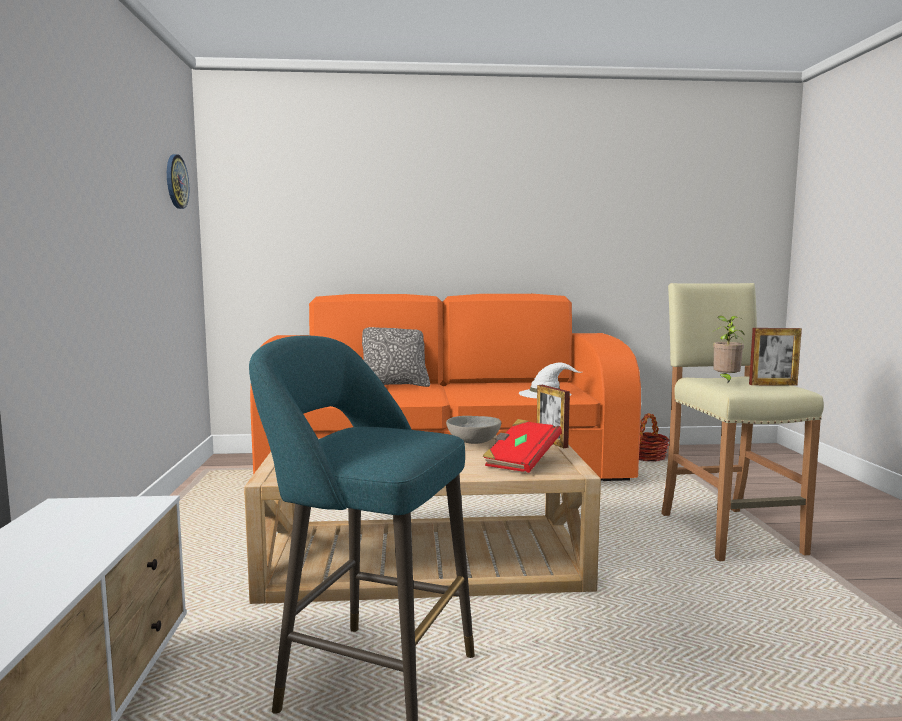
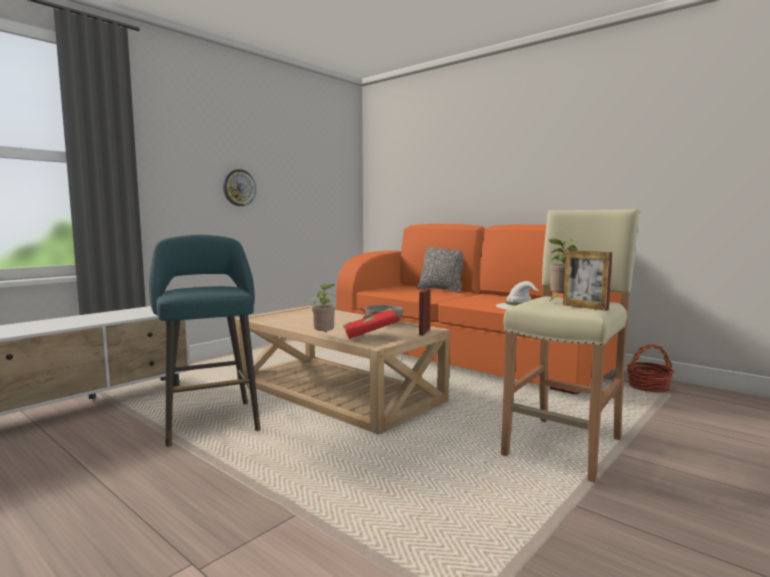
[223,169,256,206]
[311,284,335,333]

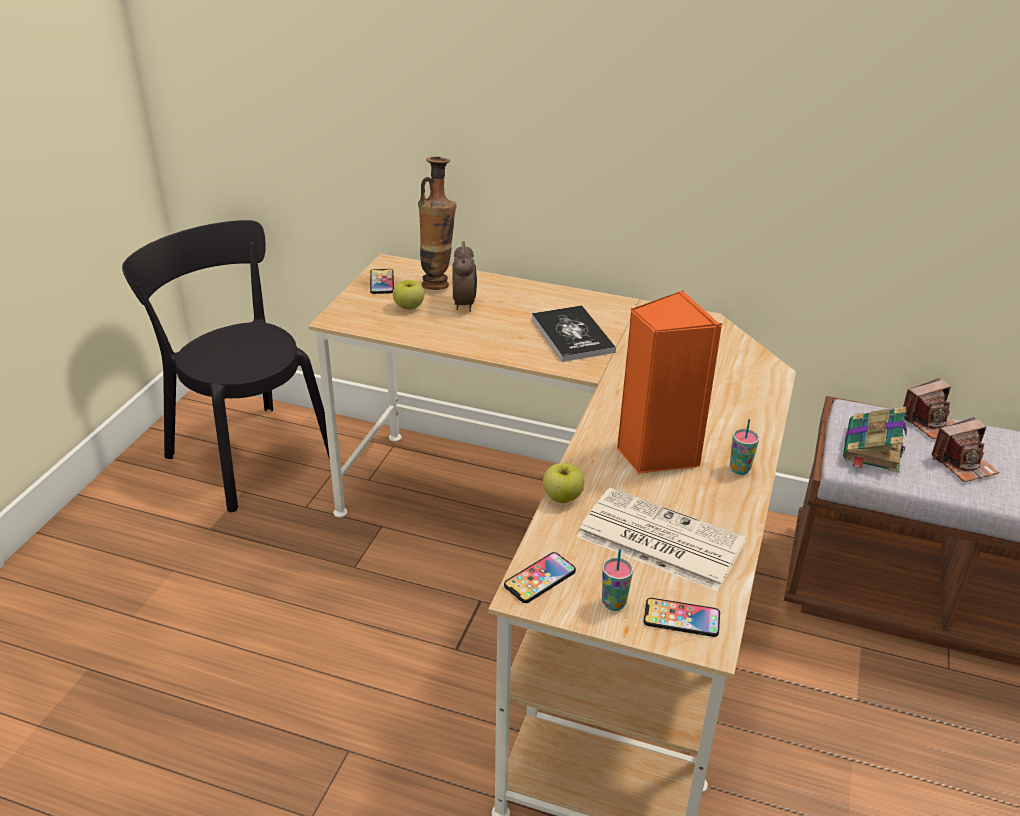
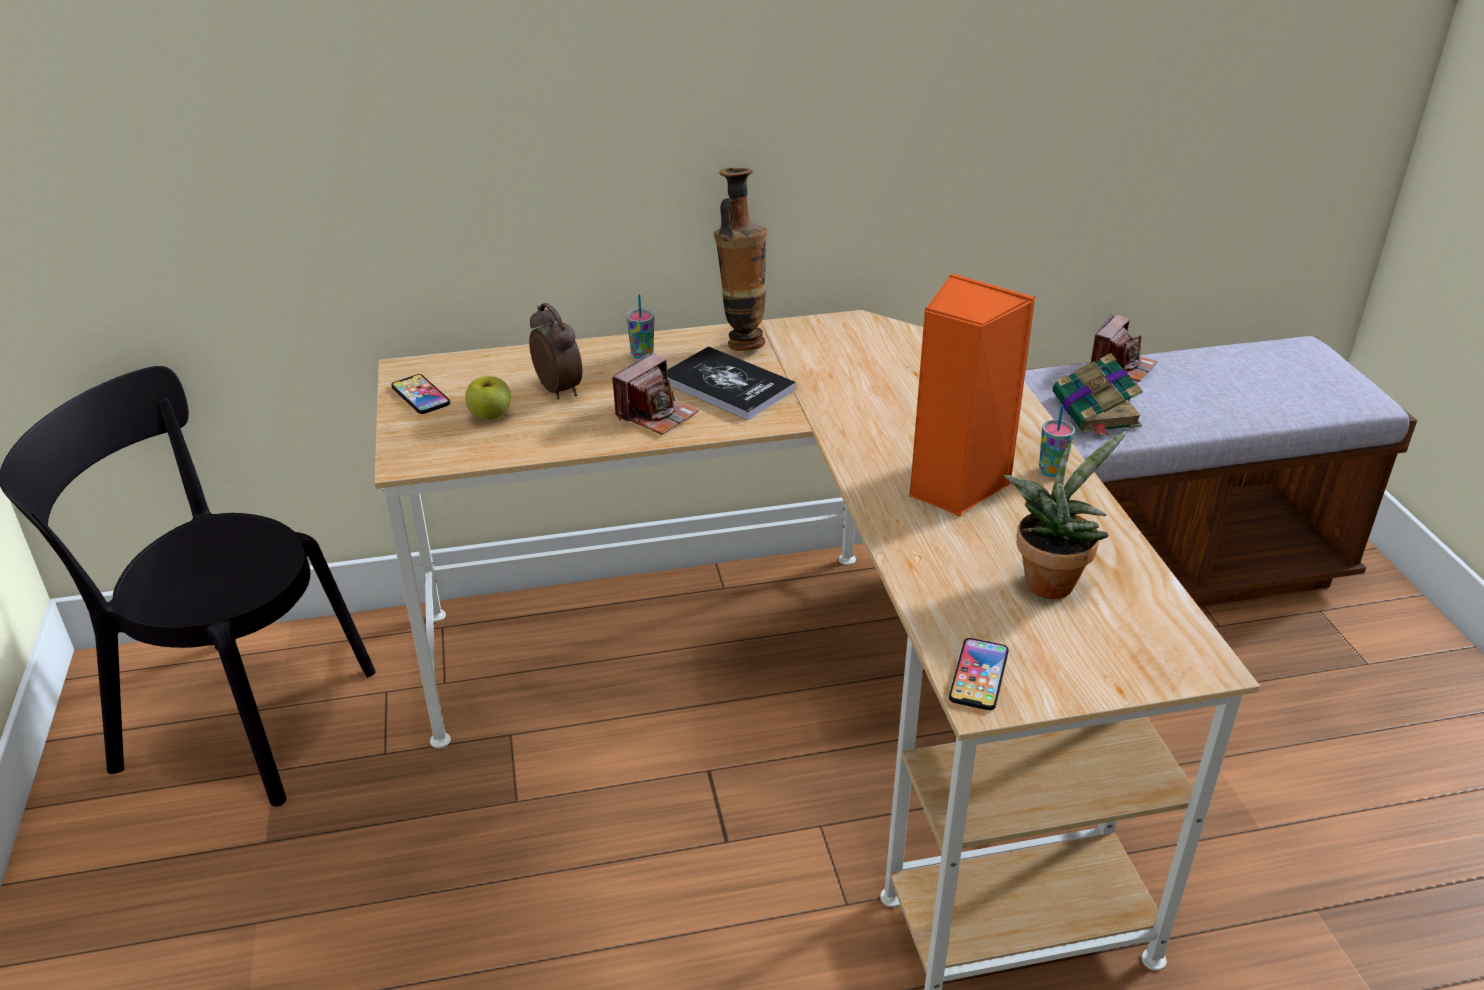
[714,167,767,351]
[612,352,699,435]
[543,463,584,503] (first image)
[1004,431,1127,599]
[626,294,654,359]
[644,598,720,637] (first image)

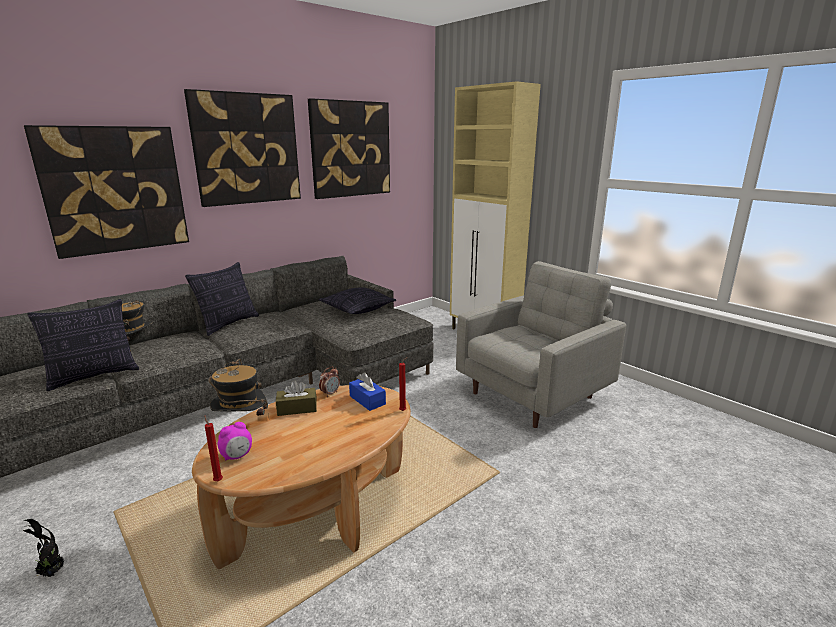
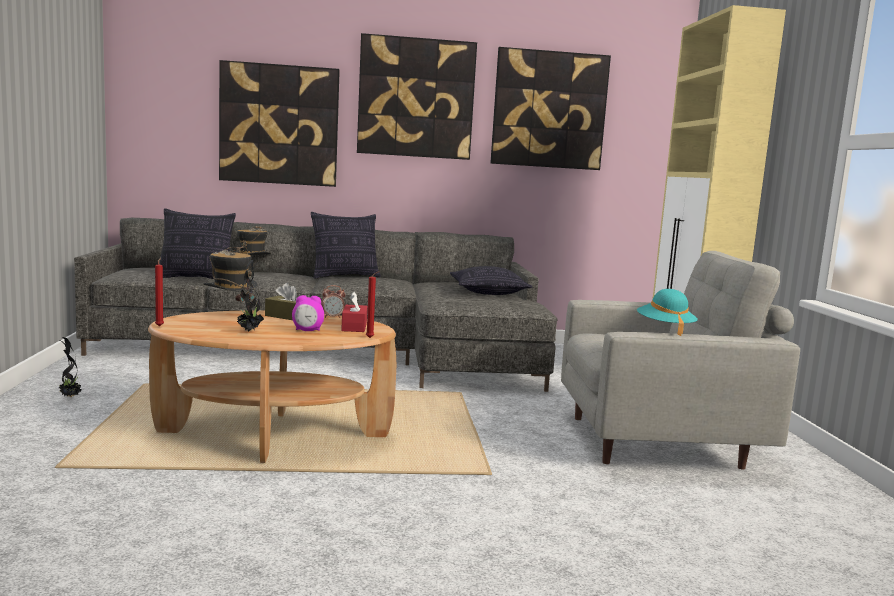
[341,291,367,332]
[292,295,324,331]
[237,260,264,332]
[637,289,698,336]

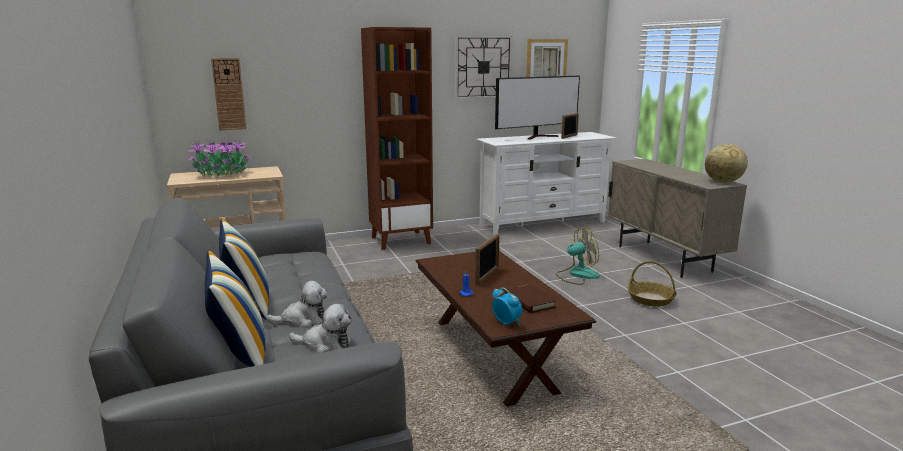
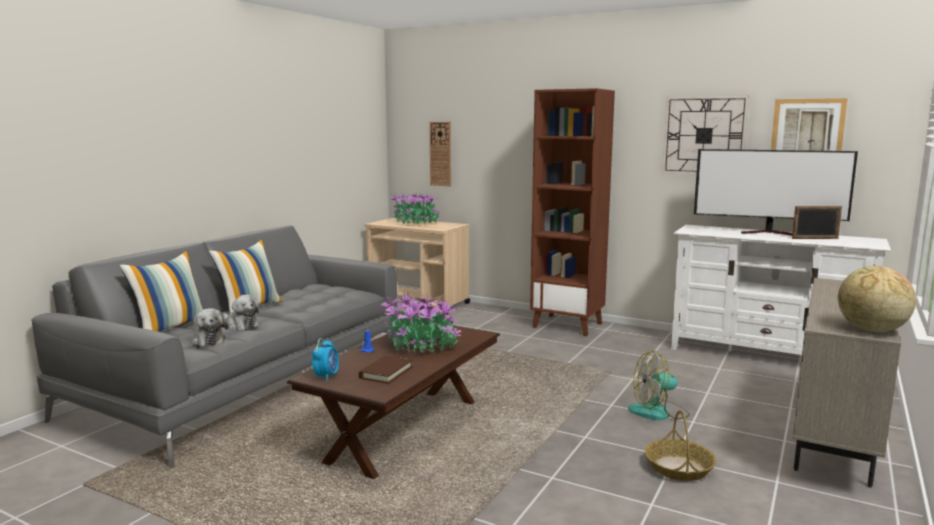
[628,350,690,421]
[381,291,461,354]

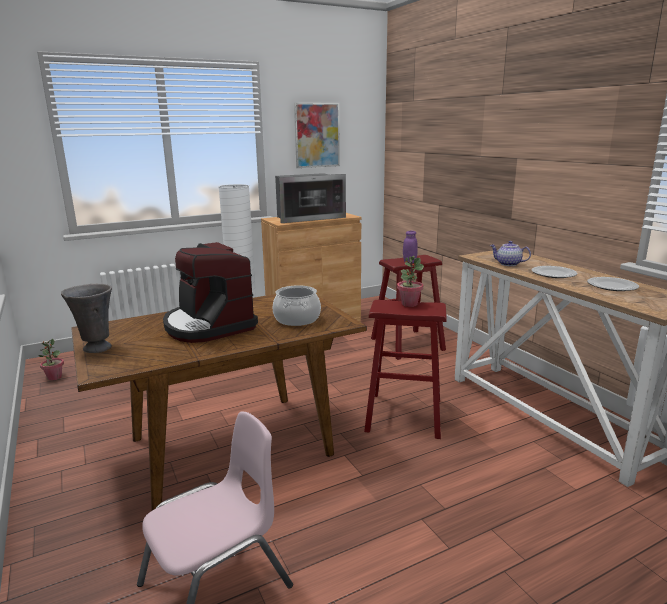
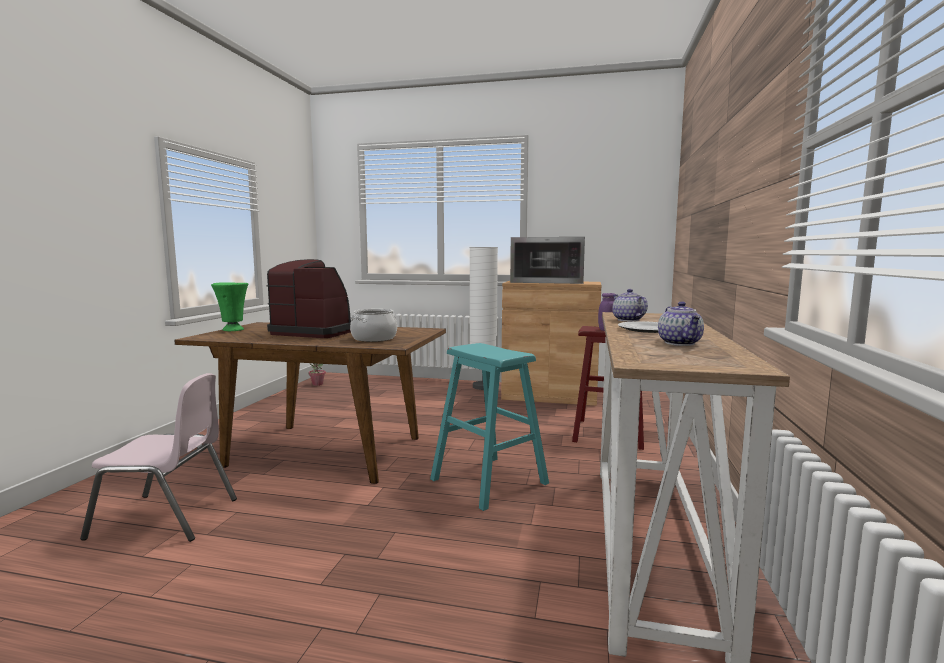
[294,103,340,168] (first image)
[267,259,351,338]
[397,256,424,307] (first image)
[658,301,704,346]
[211,283,248,331]
[430,343,549,511]

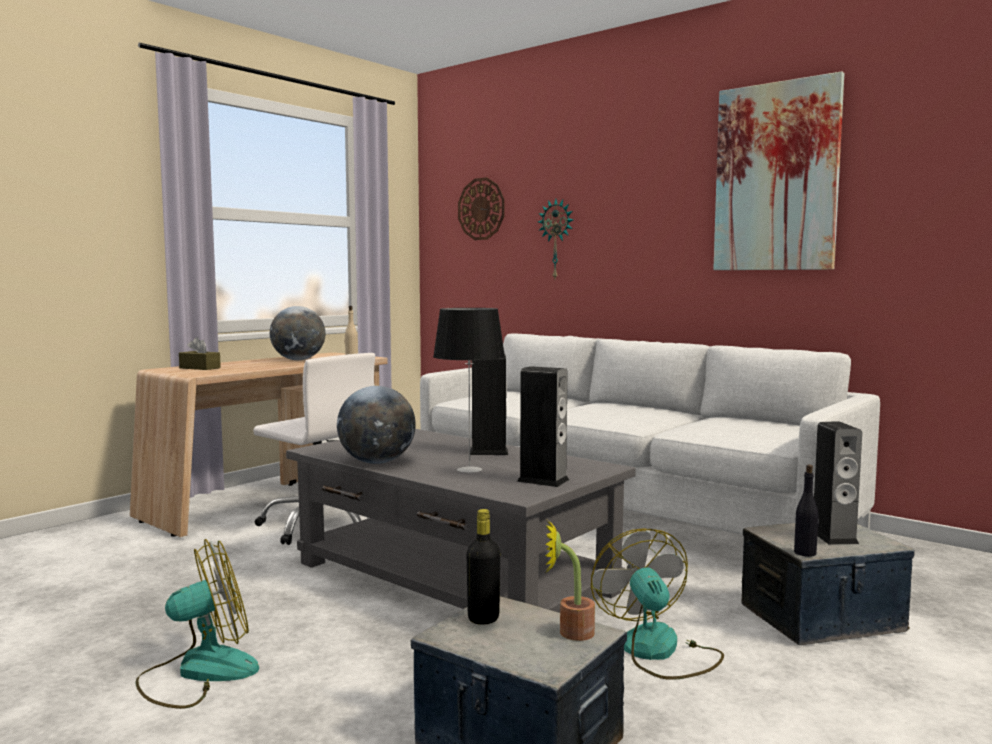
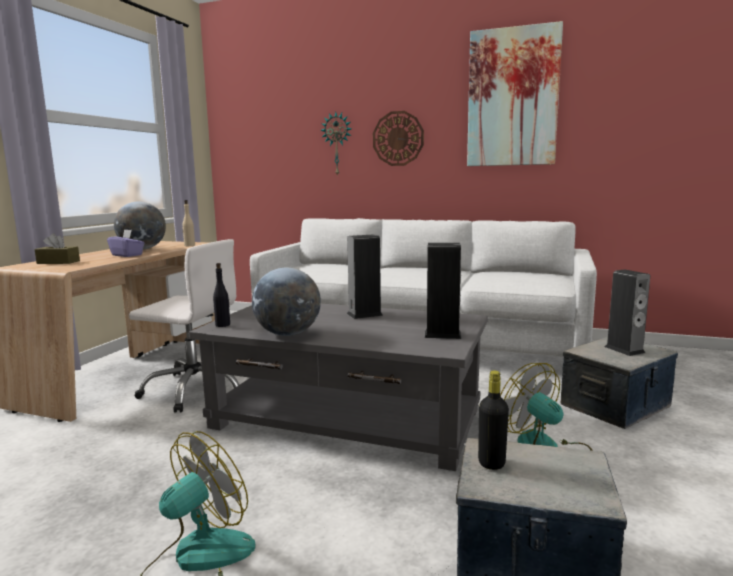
[373,111,424,166]
[433,308,505,473] (first image)
[213,263,230,327]
[545,520,595,641] (first image)
[107,229,145,257]

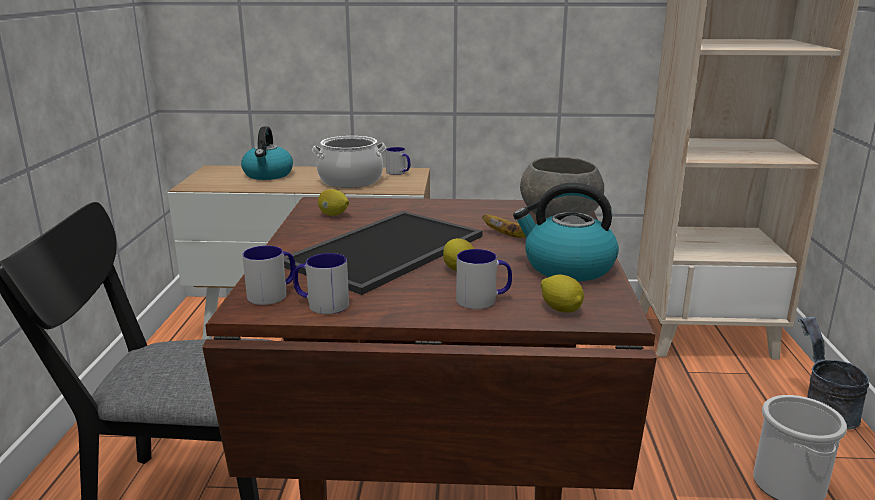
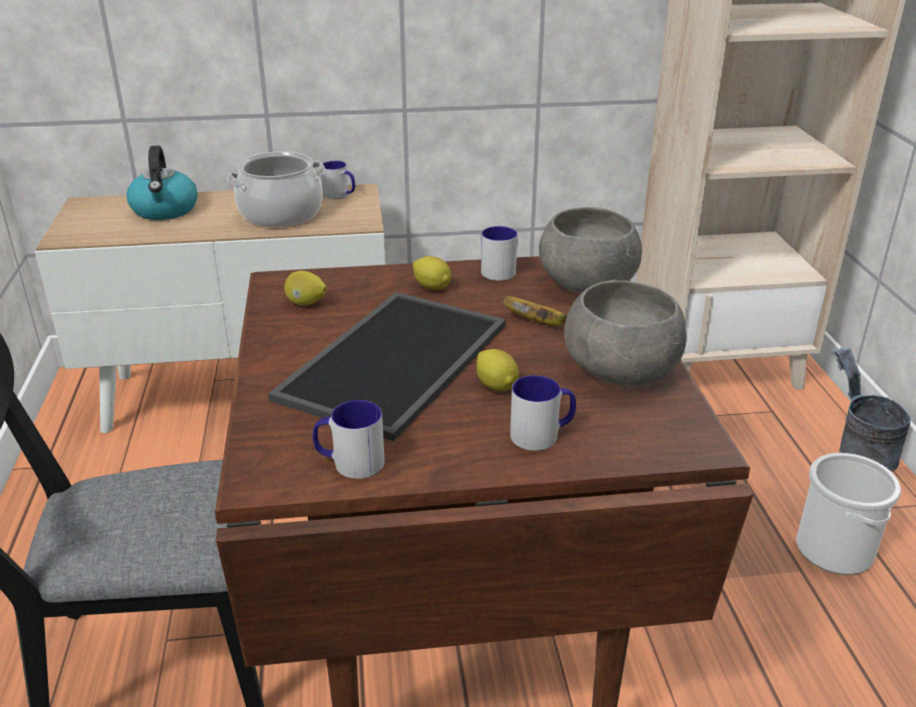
[565,280,687,386]
[481,226,518,281]
[412,256,451,290]

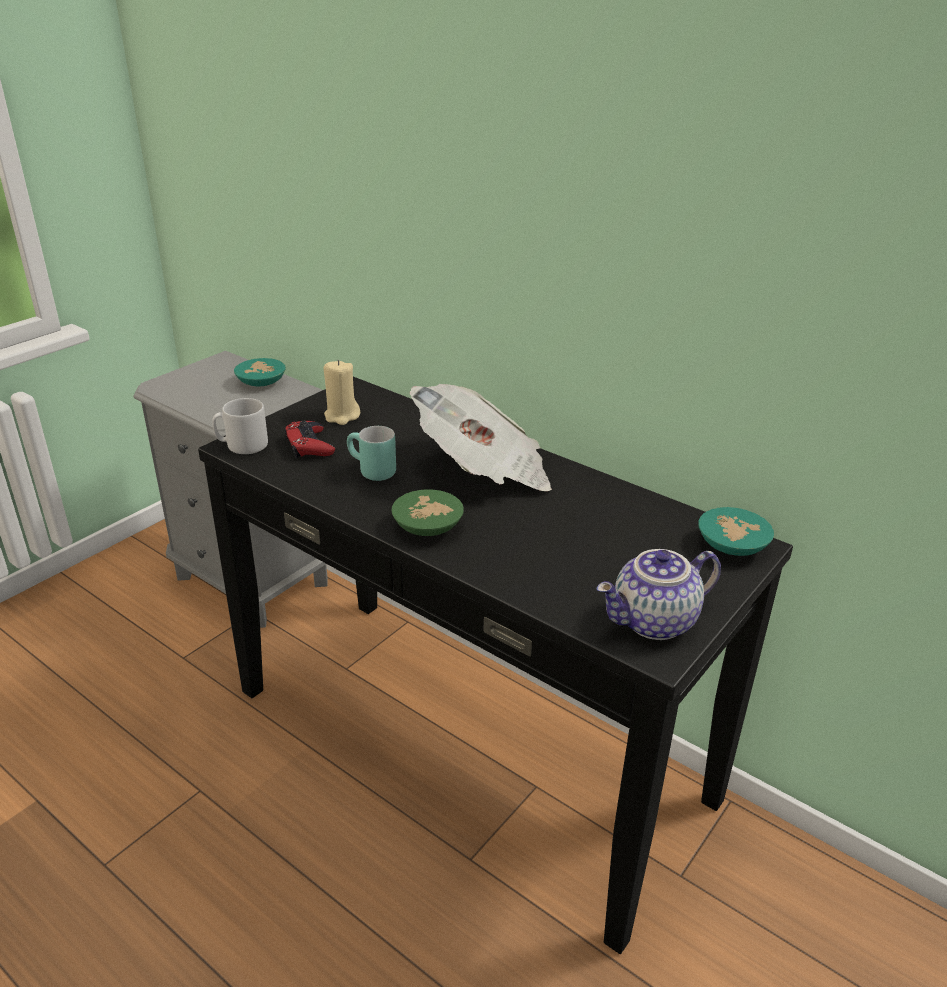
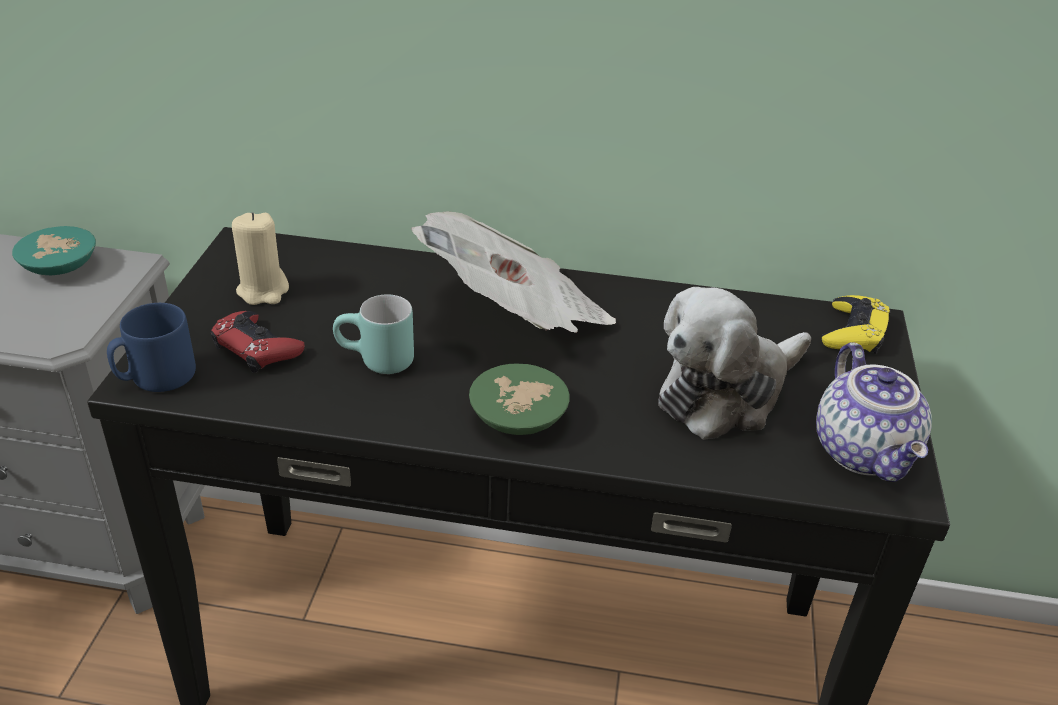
[107,303,196,392]
[822,295,891,354]
[816,343,932,482]
[658,287,811,440]

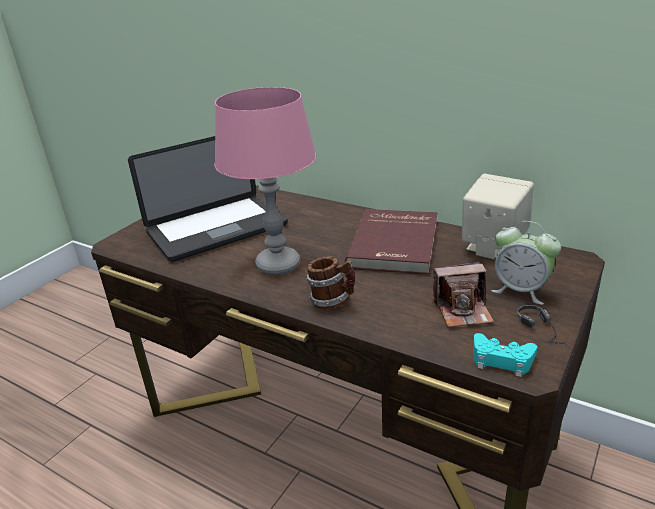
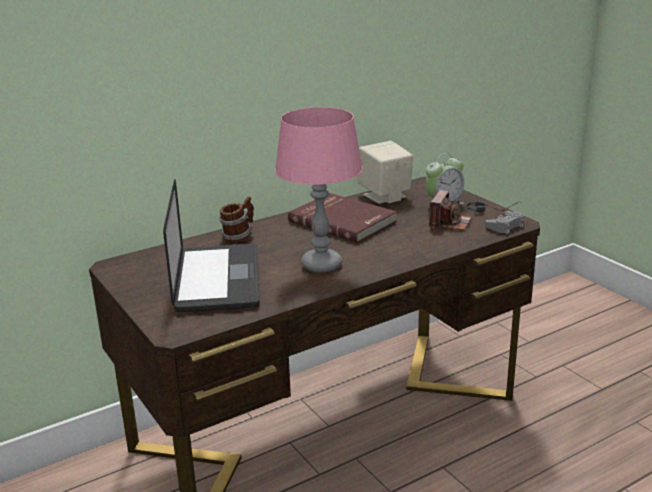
[219,196,254,242]
[485,211,524,234]

